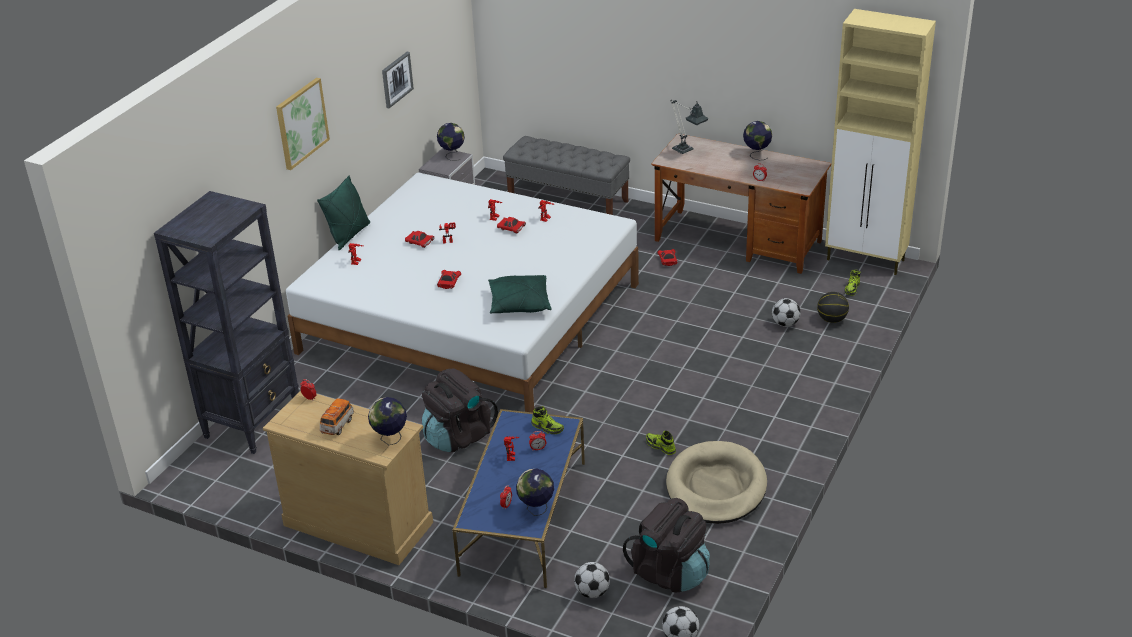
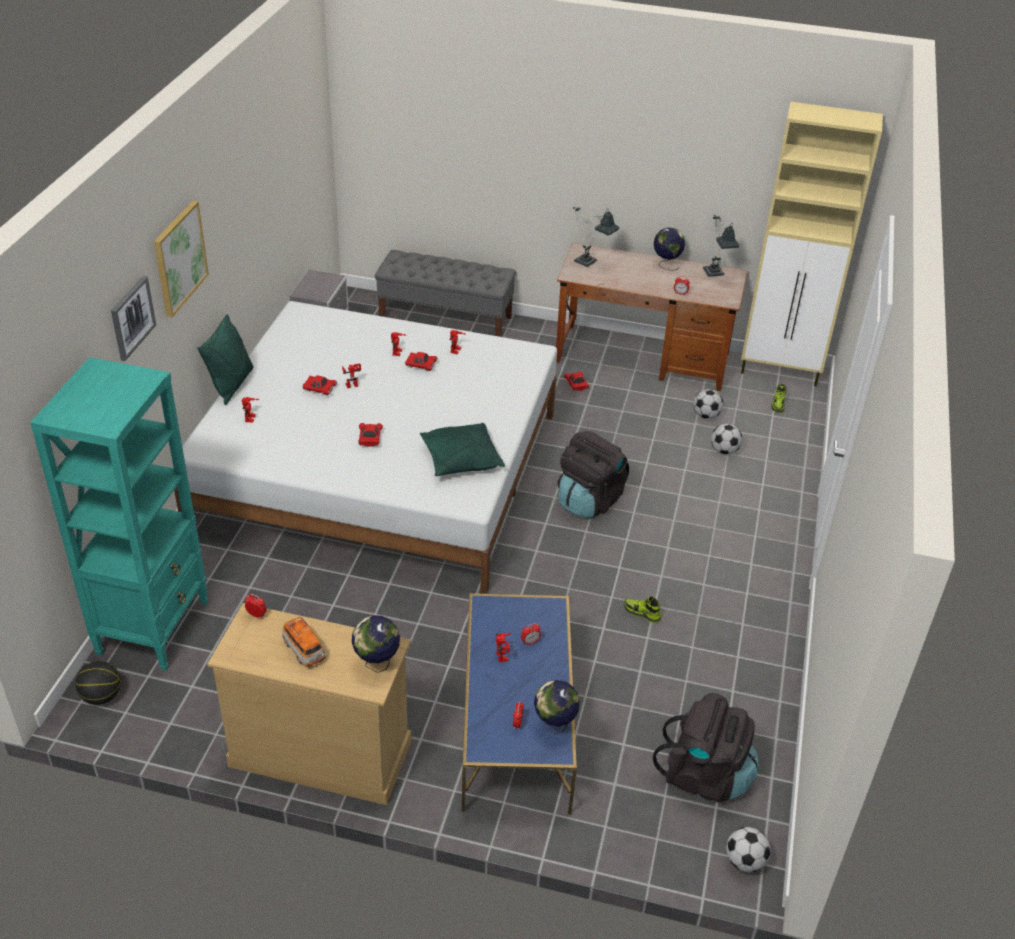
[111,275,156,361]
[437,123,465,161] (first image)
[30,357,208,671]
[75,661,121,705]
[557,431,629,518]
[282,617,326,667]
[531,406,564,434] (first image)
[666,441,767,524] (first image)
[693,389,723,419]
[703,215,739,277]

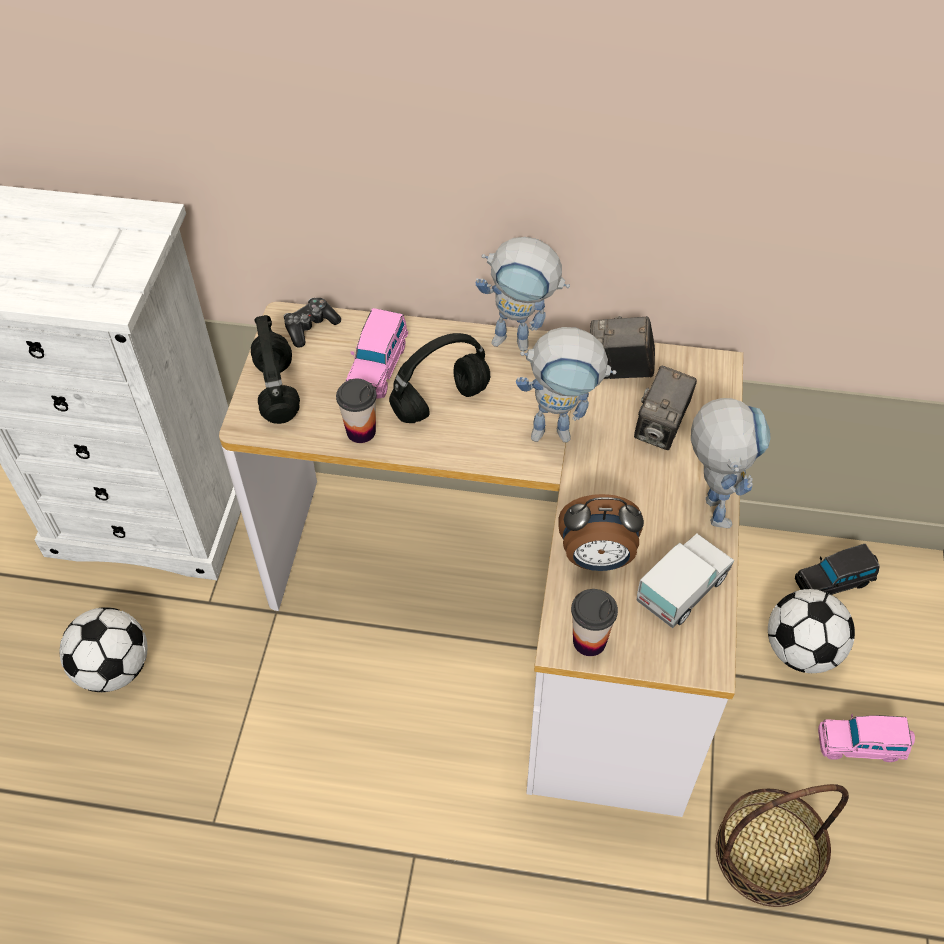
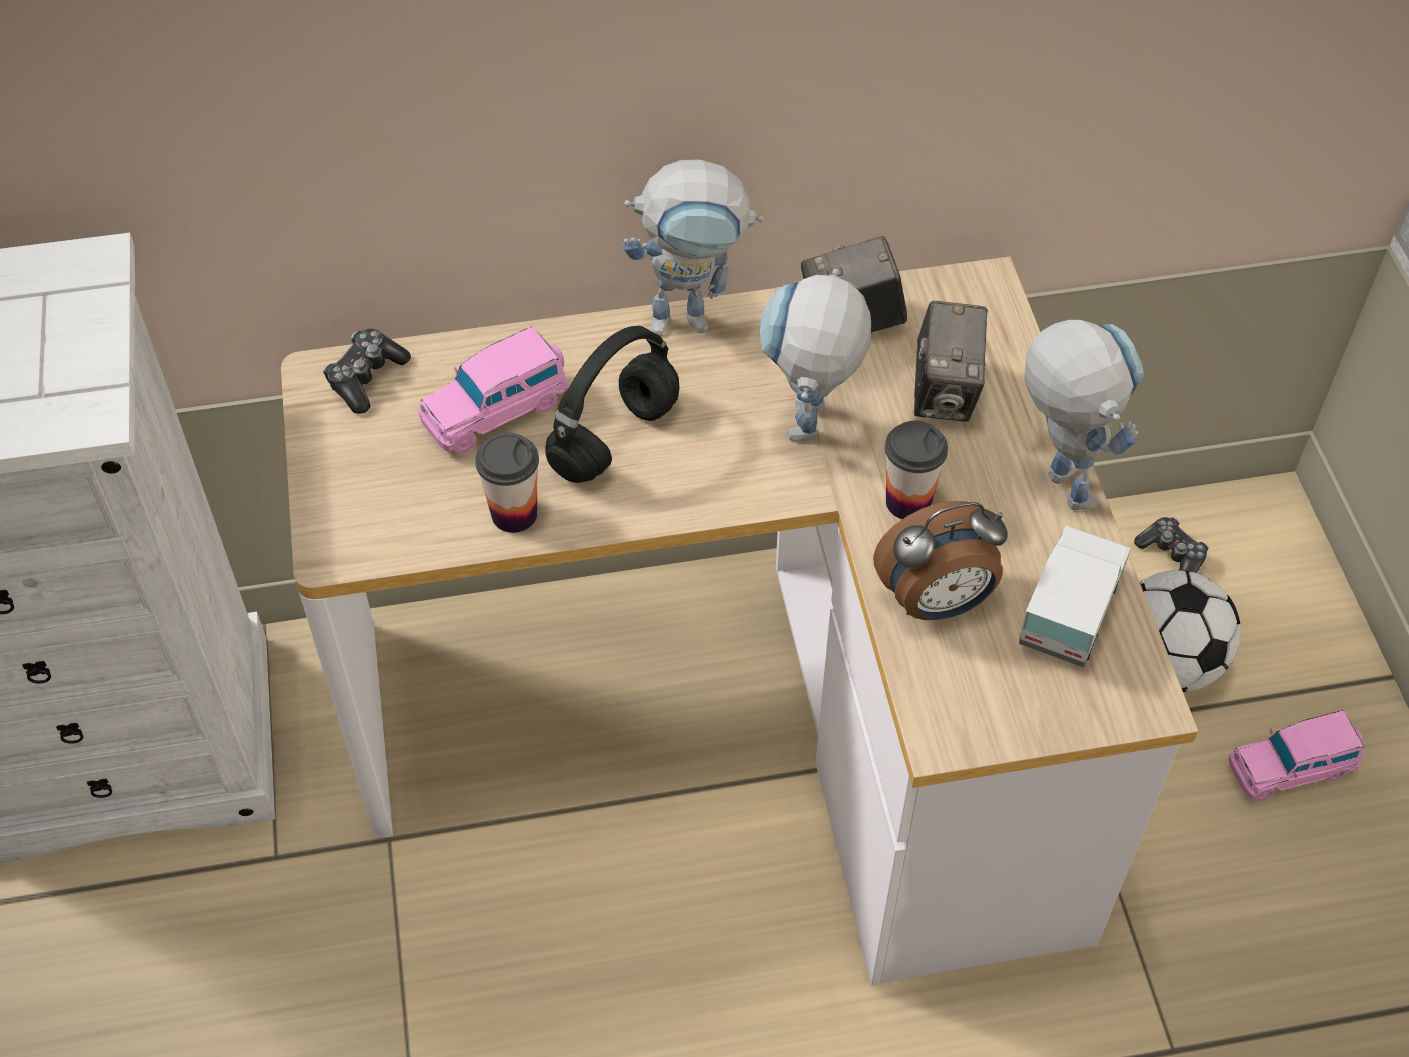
[419,326,568,454]
[251,315,300,424] (first image)
[760,269,871,441]
[1134,517,1209,573]
[885,421,948,519]
[60,607,148,692] (first image)
[715,784,849,907] (first image)

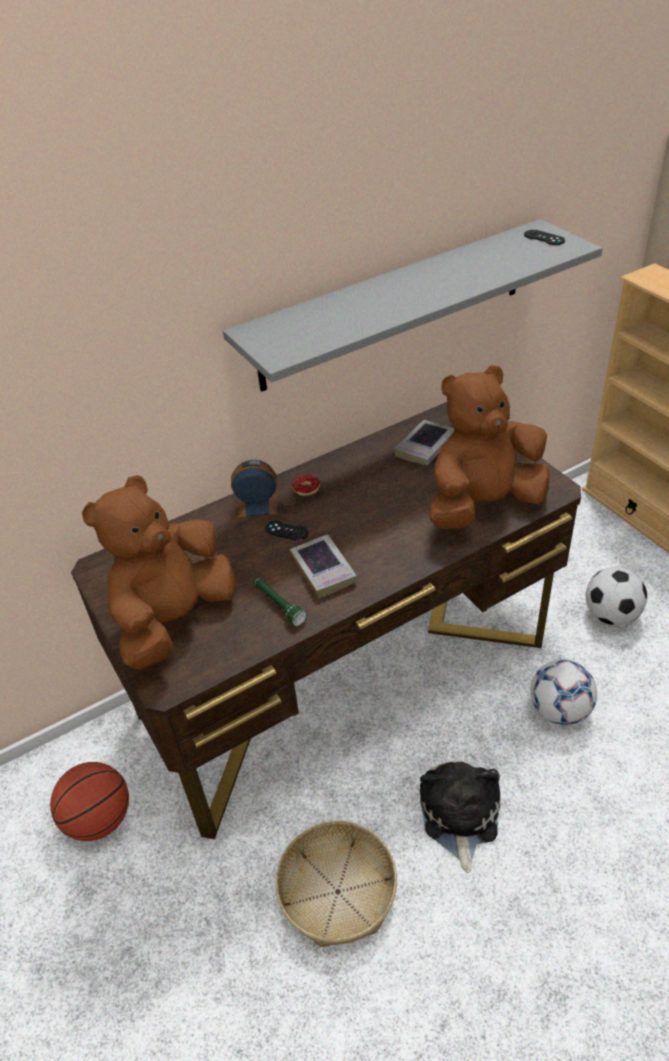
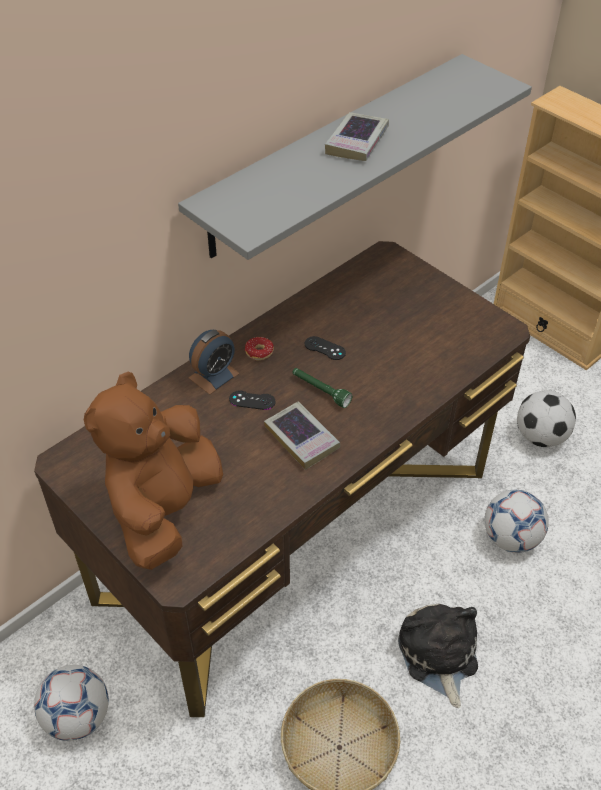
[305,336,346,360]
[429,365,549,529] (first image)
[325,112,389,161]
[188,330,240,395]
[292,368,353,408]
[34,665,109,741]

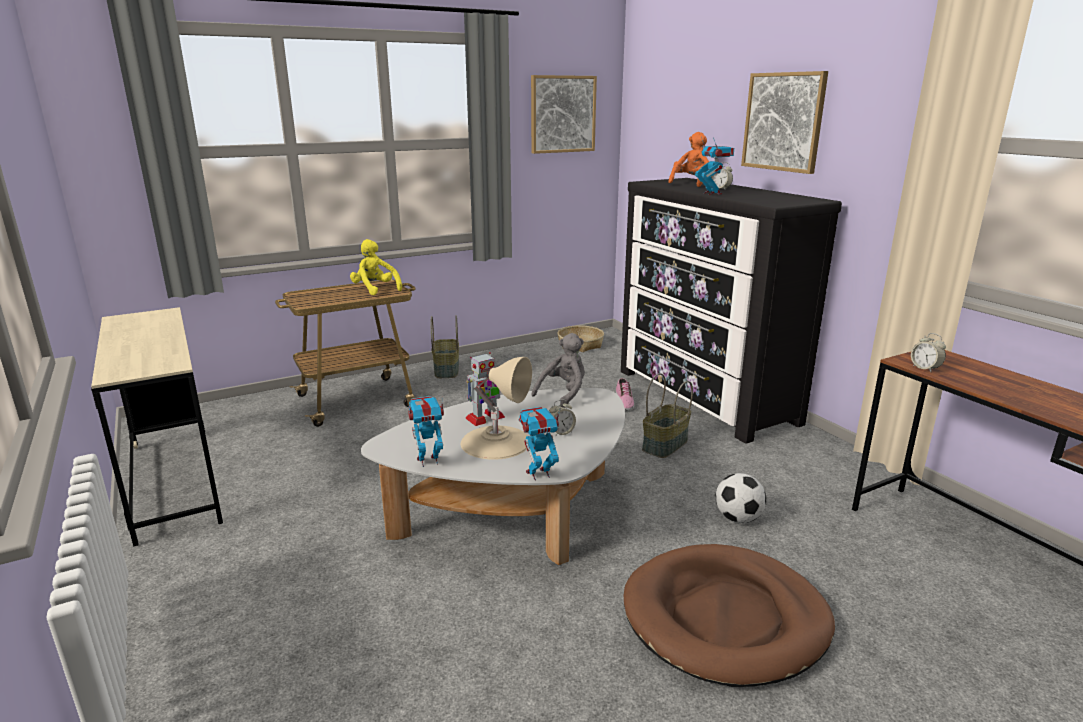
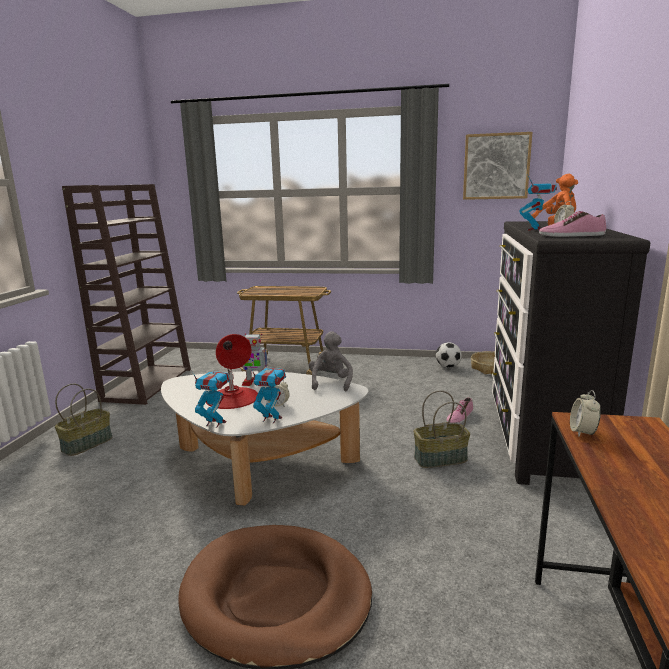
[741,71,828,174] (first image)
[350,239,402,295] (first image)
[62,184,191,405]
[55,383,112,456]
[309,331,353,391]
[206,334,258,409]
[250,366,286,423]
[436,342,462,368]
[539,211,606,237]

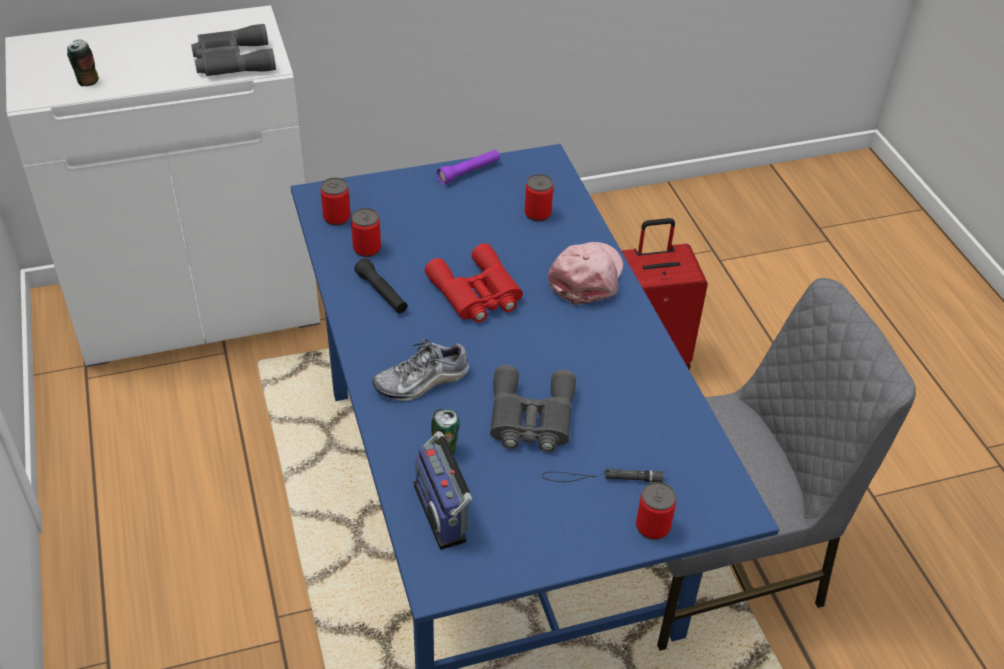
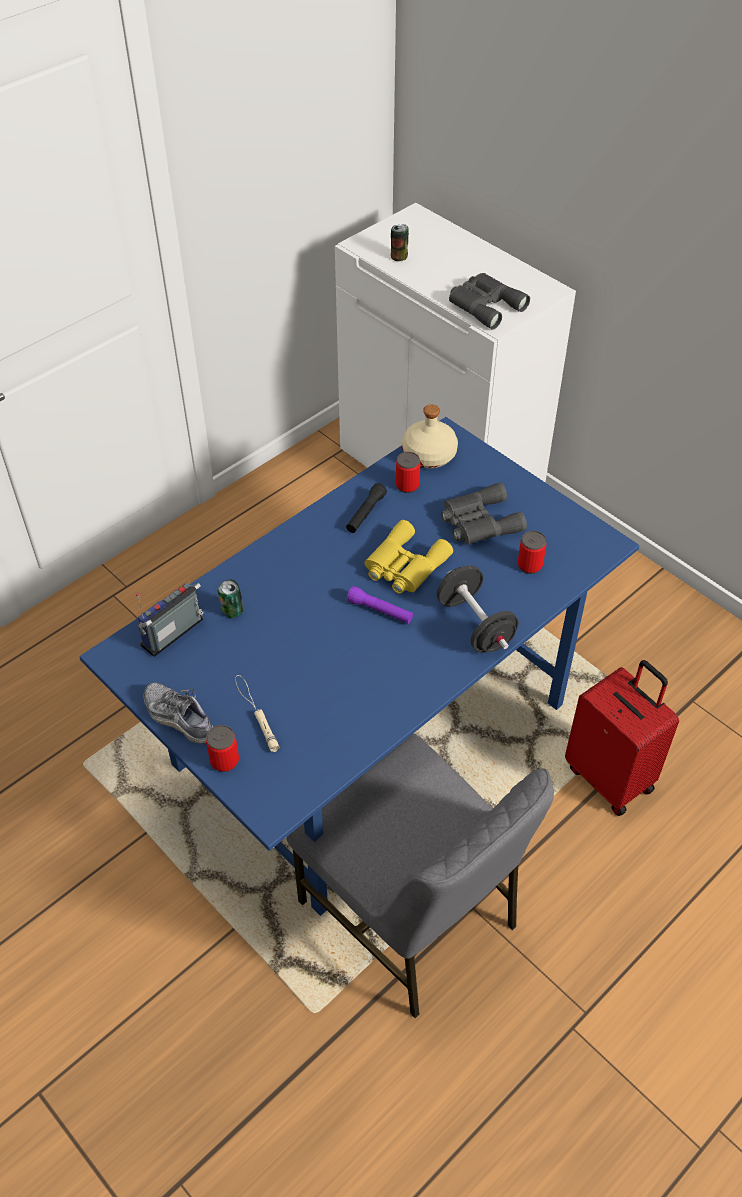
[347,586,413,624]
[402,404,458,468]
[437,565,519,653]
[364,520,453,594]
[144,683,213,744]
[441,482,527,545]
[235,675,280,752]

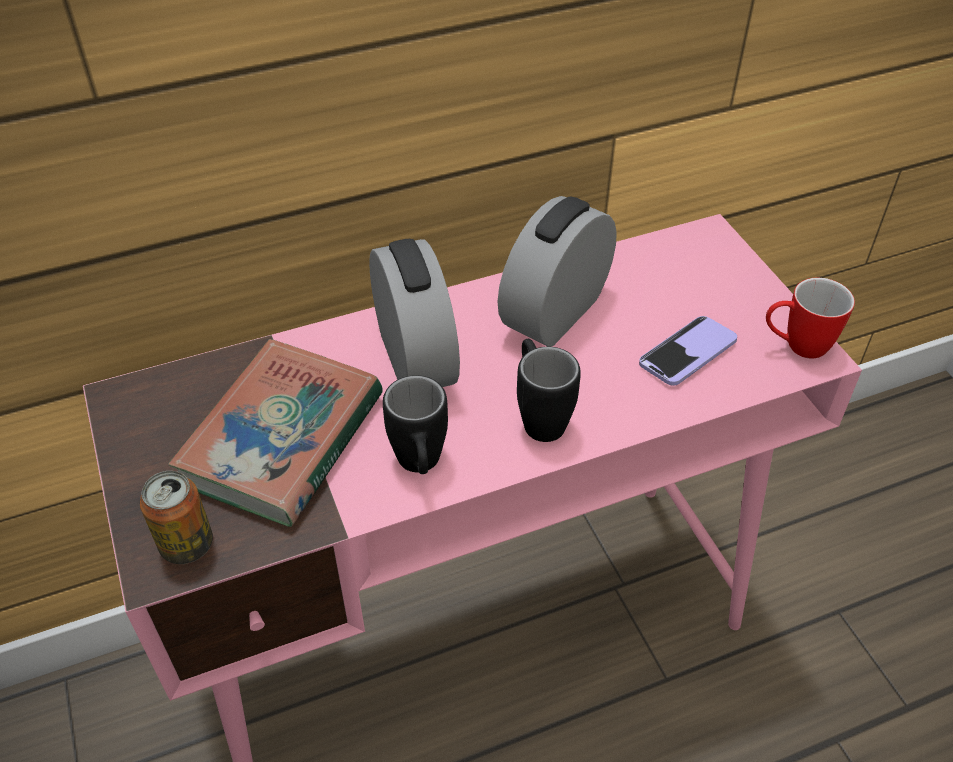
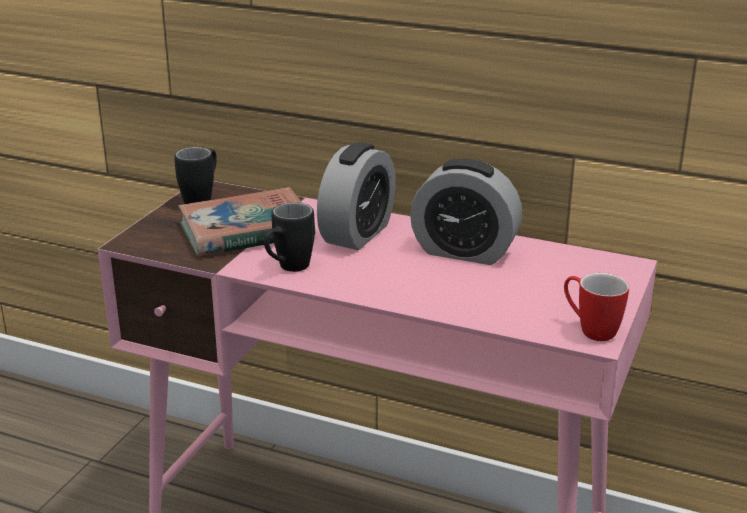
[410,159,522,265]
[639,316,737,386] (first image)
[174,147,217,204]
[140,471,213,564] (first image)

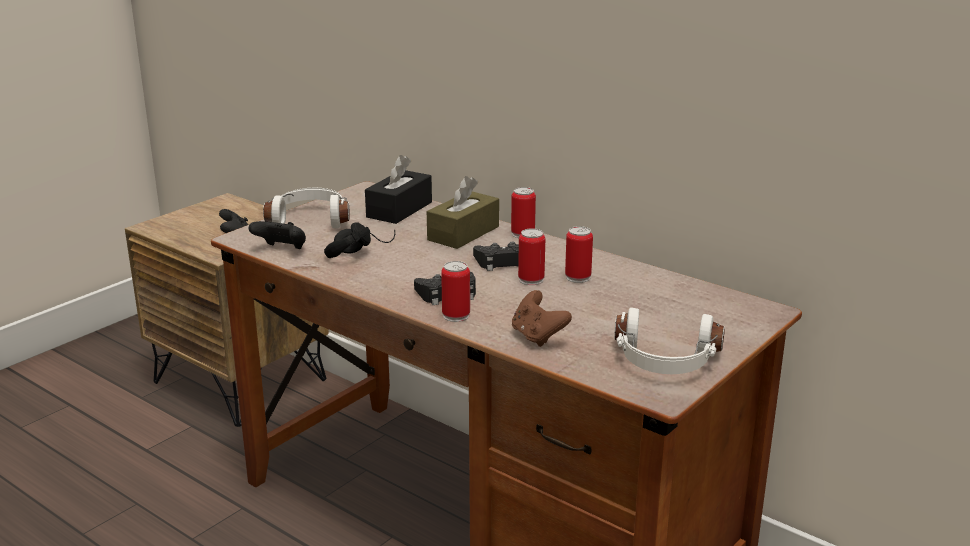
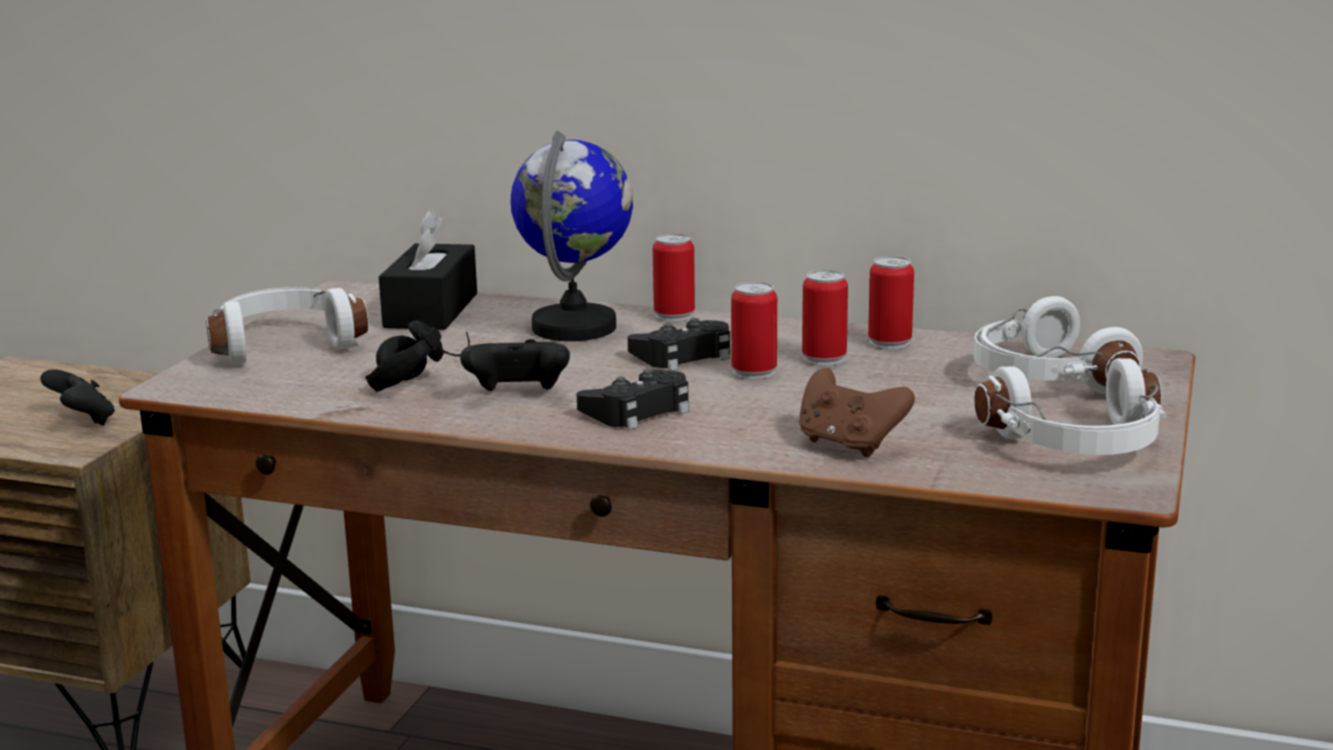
[511,131,633,341]
[460,339,570,391]
[868,256,914,350]
[974,296,1143,394]

